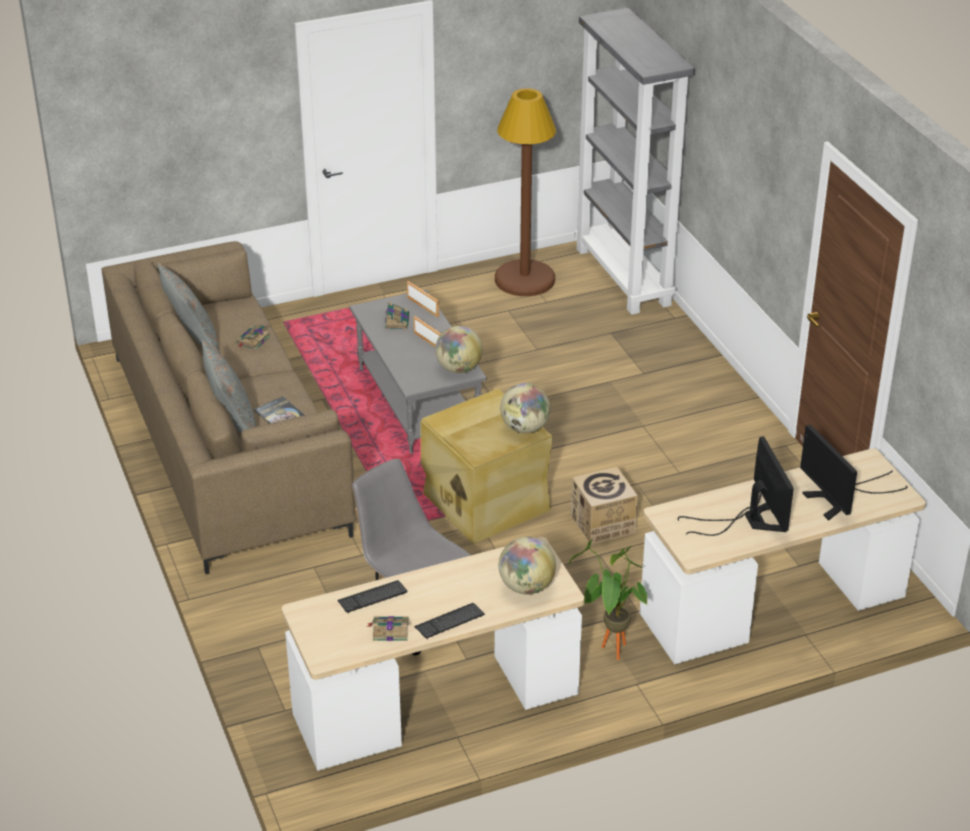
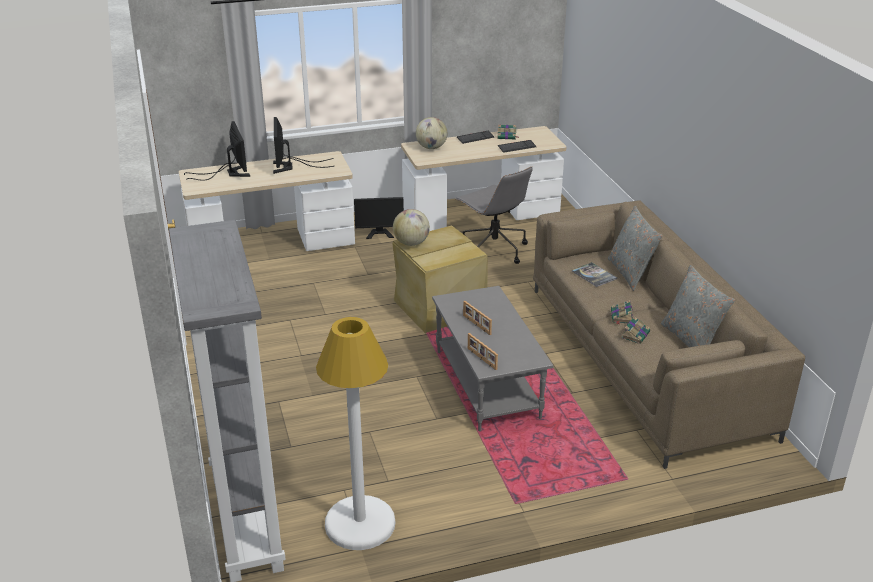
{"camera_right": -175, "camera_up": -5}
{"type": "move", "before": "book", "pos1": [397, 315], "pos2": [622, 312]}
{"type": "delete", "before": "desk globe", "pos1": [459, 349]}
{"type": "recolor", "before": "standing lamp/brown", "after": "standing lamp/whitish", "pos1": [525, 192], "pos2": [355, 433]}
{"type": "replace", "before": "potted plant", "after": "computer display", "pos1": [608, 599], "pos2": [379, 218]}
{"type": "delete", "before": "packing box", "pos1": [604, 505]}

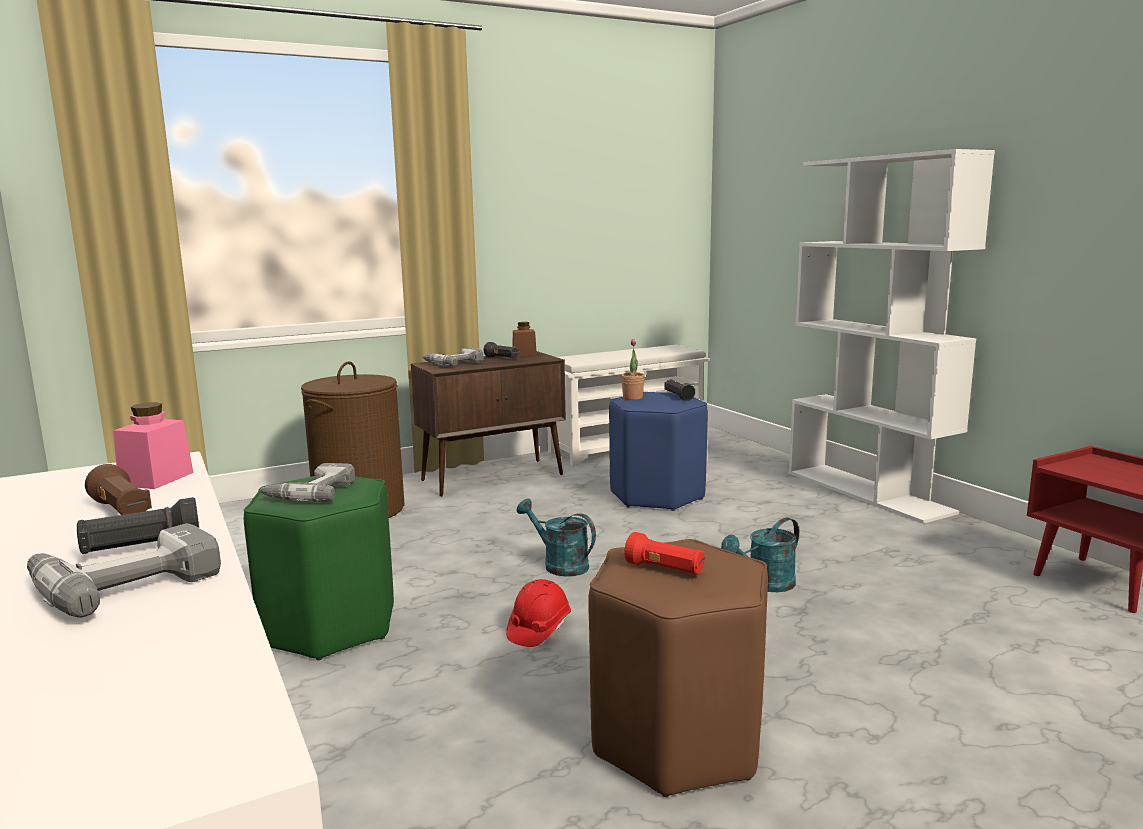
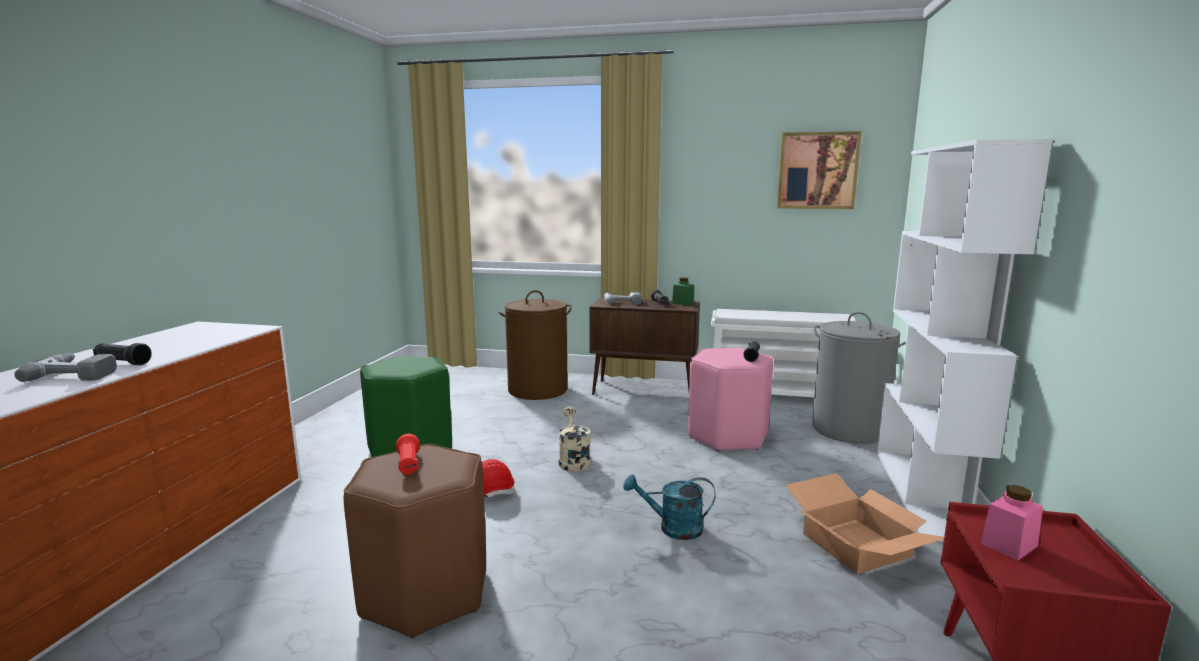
{"camera_right": 40, "camera_up": 0}
{"type": "delete", "before": "flashlight/brown", "pos1": [118, 489]}
{"type": "move", "before": "jar/pink-coloured", "pos1": [153, 445], "pos2": [1012, 522]}
{"type": "delete", "before": "power drill", "pos1": [307, 482]}
{"type": "recolor", "before": "jar/brown", "after": "jar/green-coloured", "pos1": [525, 339], "pos2": [683, 291]}
{"type": "recolor", "before": "sprinkling can/blue-green", "after": "sprinkling can/sand-coloured", "pos1": [556, 538], "pos2": [575, 439]}
{"type": "recolor", "before": "sitting stool/bluish", "after": "sitting stool/pink-coloured", "pos1": [658, 451], "pos2": [730, 399]}
{"type": "delete", "before": "potted plant", "pos1": [633, 369]}
{"type": "insert", "after": "wall art", "pos2": [819, 170]}
{"type": "insert", "after": "packing box", "pos2": [864, 523]}
{"type": "insert", "after": "washing basket/greyish", "pos2": [859, 378]}

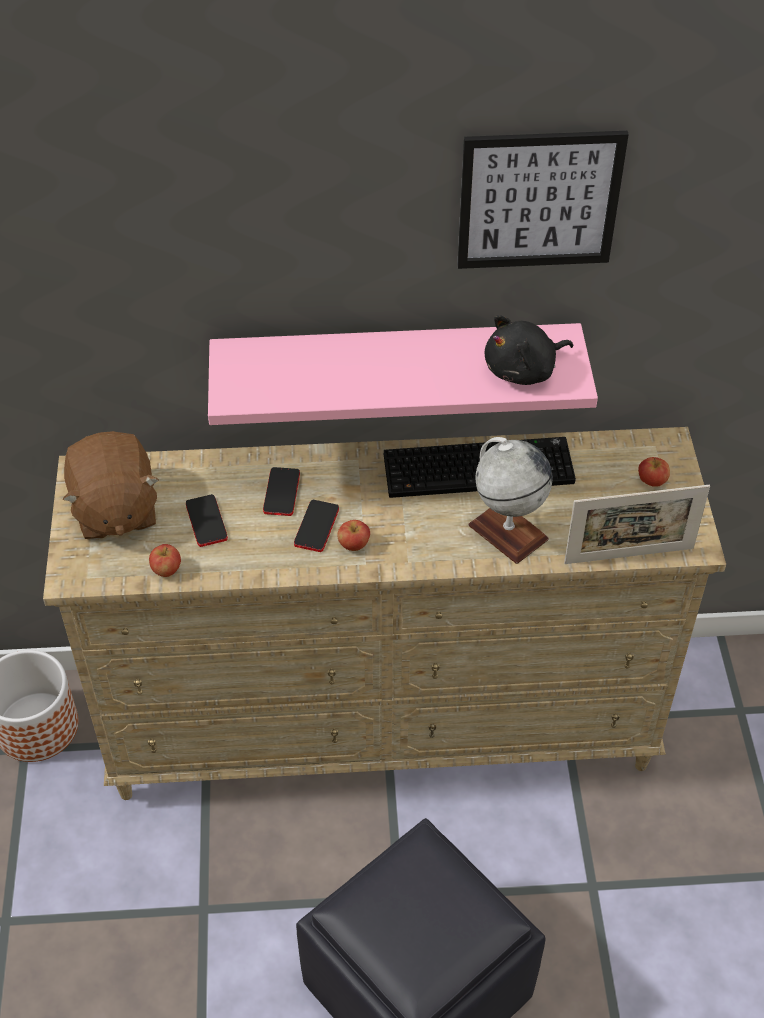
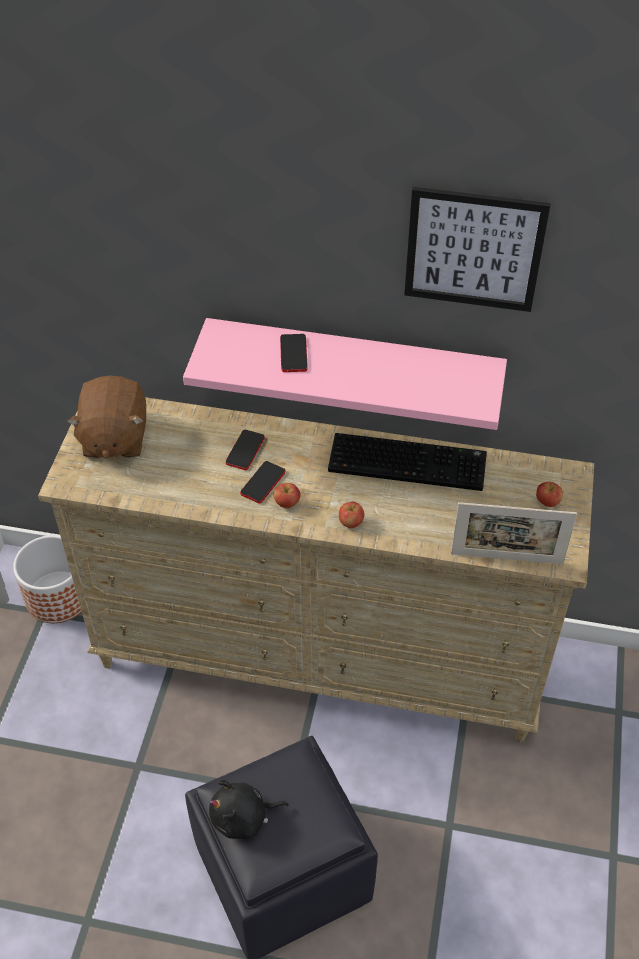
{"camera_right": 15, "camera_up": 0}
{"type": "move", "before": "whole apple", "pos1": [165, 560], "pos2": [351, 515]}
{"type": "move", "before": "telephone", "pos1": [207, 520], "pos2": [294, 353]}
{"type": "delete", "before": "desk globe", "pos1": [510, 500]}
{"type": "move", "before": "plush toy/black", "pos1": [529, 350], "pos2": [249, 809]}

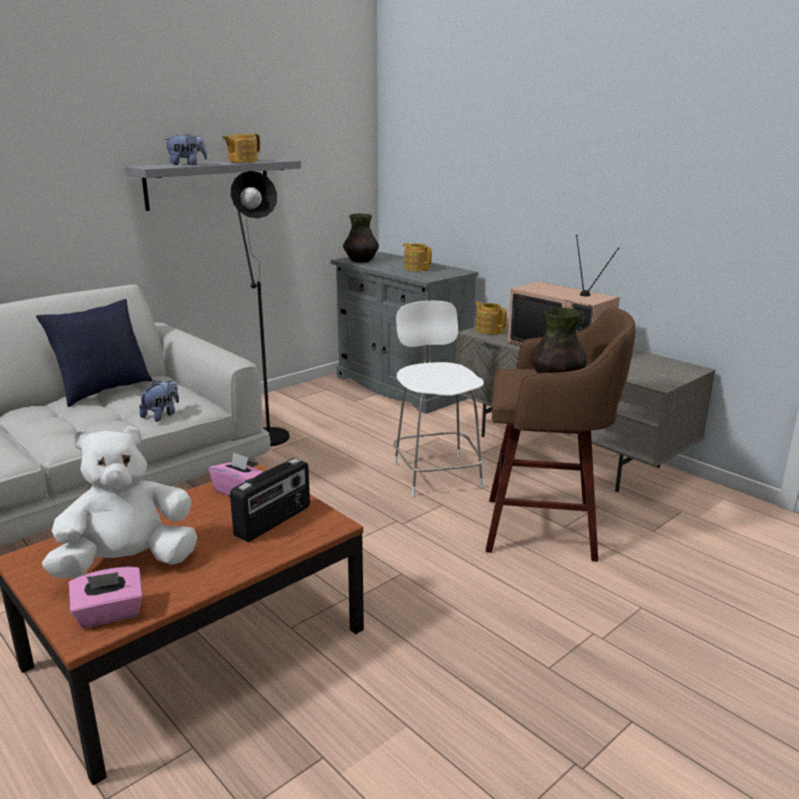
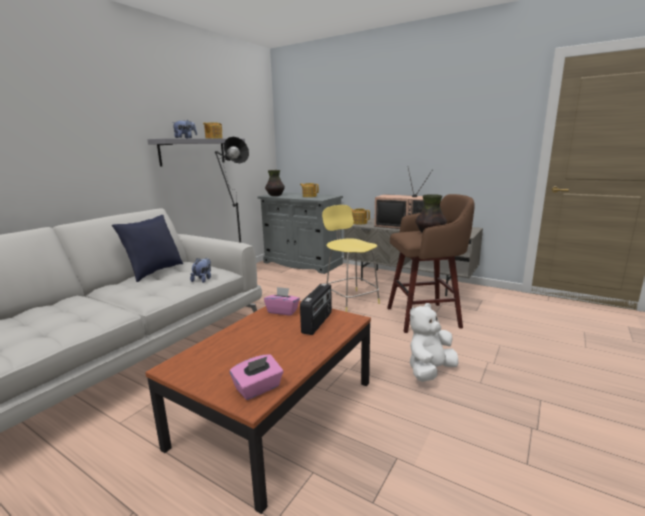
{"camera_right": -15, "camera_up": -5}
{"type": "move", "before": "plush toy/whitish", "pos1": [120, 502], "pos2": [434, 342]}
{"type": "recolor", "before": "sitting stool/whitish", "after": "sitting stool/yellow-coloured", "pos1": [439, 398], "pos2": [351, 258]}

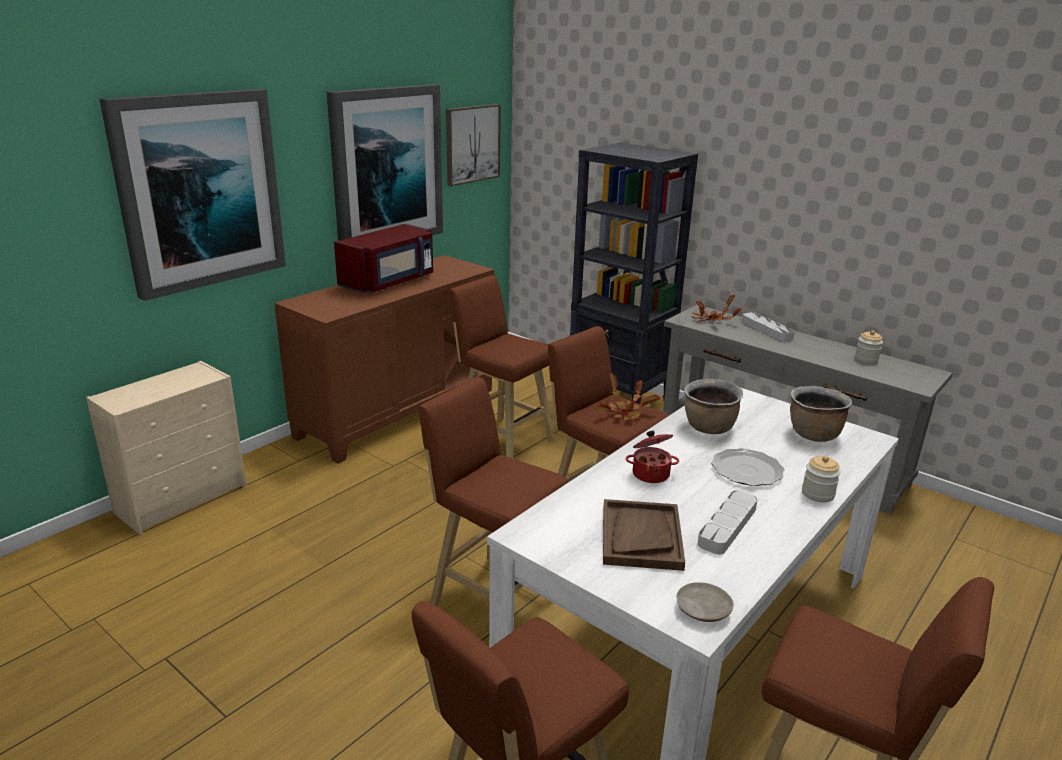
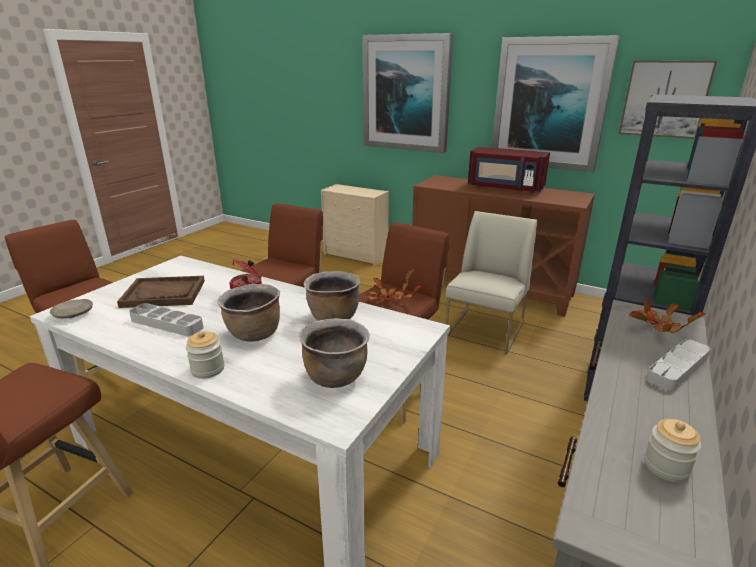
{"camera_right": 80, "camera_up": 0}
{"type": "replace", "before": "sitting stool/brown", "after": "plain chair/whitish", "pos1": [502, 367], "pos2": [491, 283]}
{"type": "replace", "before": "plate", "after": "stockpot/brown", "pos1": [748, 467], "pos2": [249, 313]}

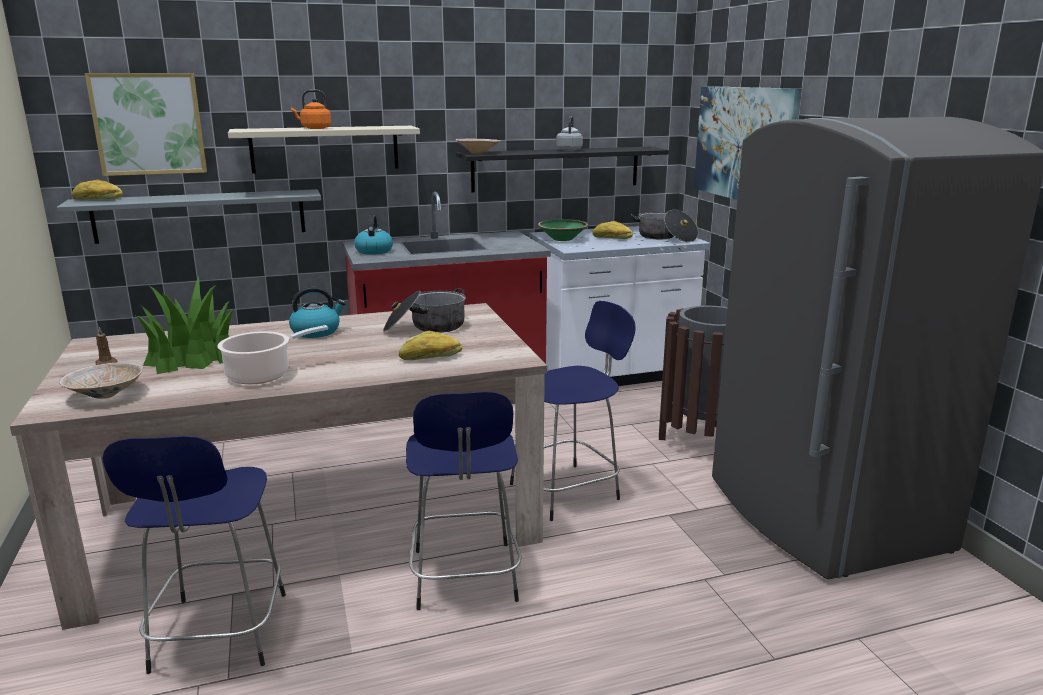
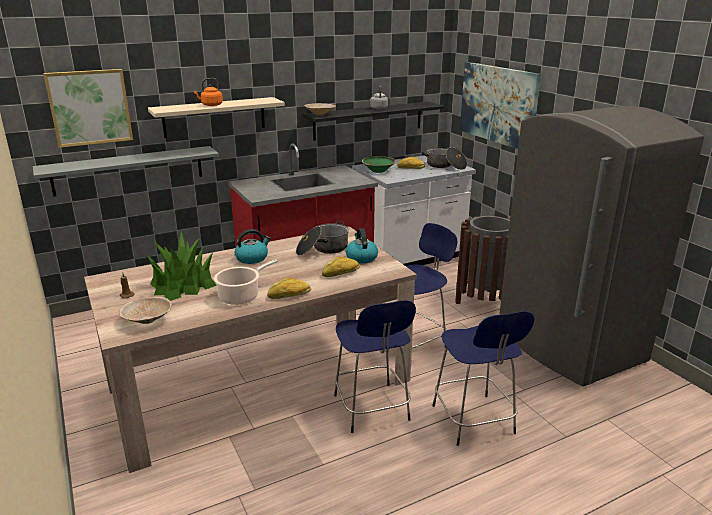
{"camera_right": -10, "camera_up": 5}
{"type": "move", "before": "bakery bread", "pos1": [97, 189], "pos2": [289, 288]}
{"type": "move", "before": "sitting stool/bluish", "pos1": [194, 555], "pos2": [483, 378]}
{"type": "move", "before": "tea kettle", "pos1": [373, 235], "pos2": [362, 246]}

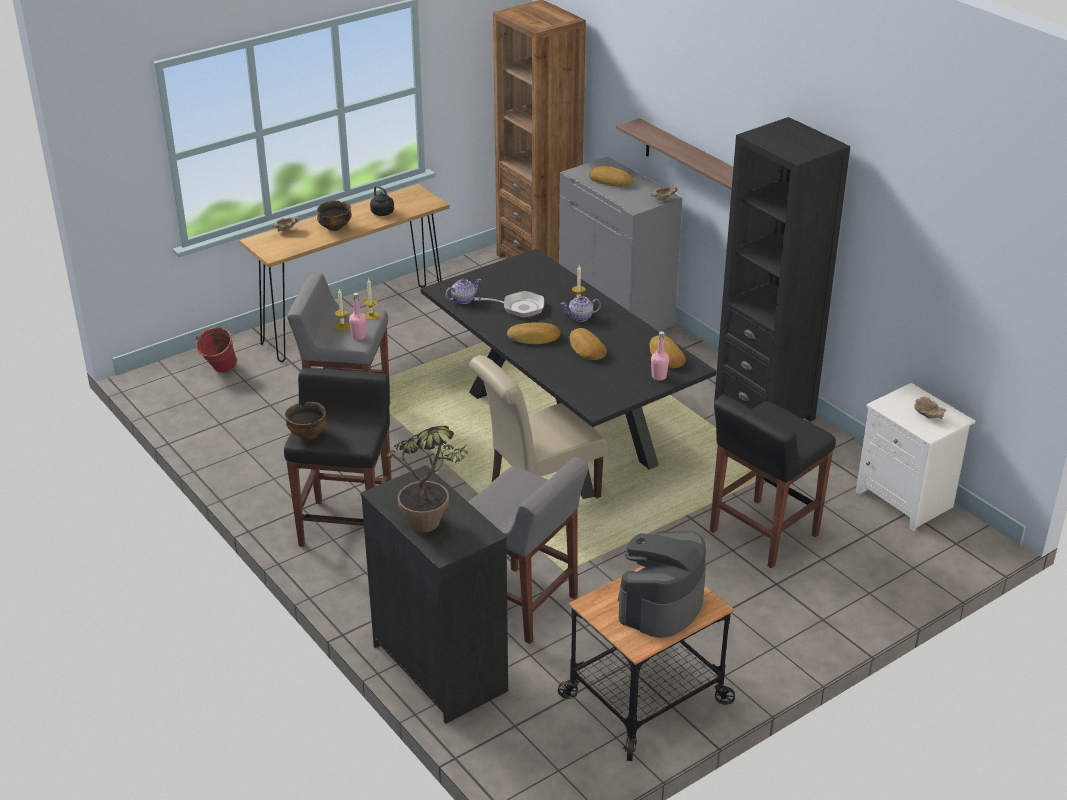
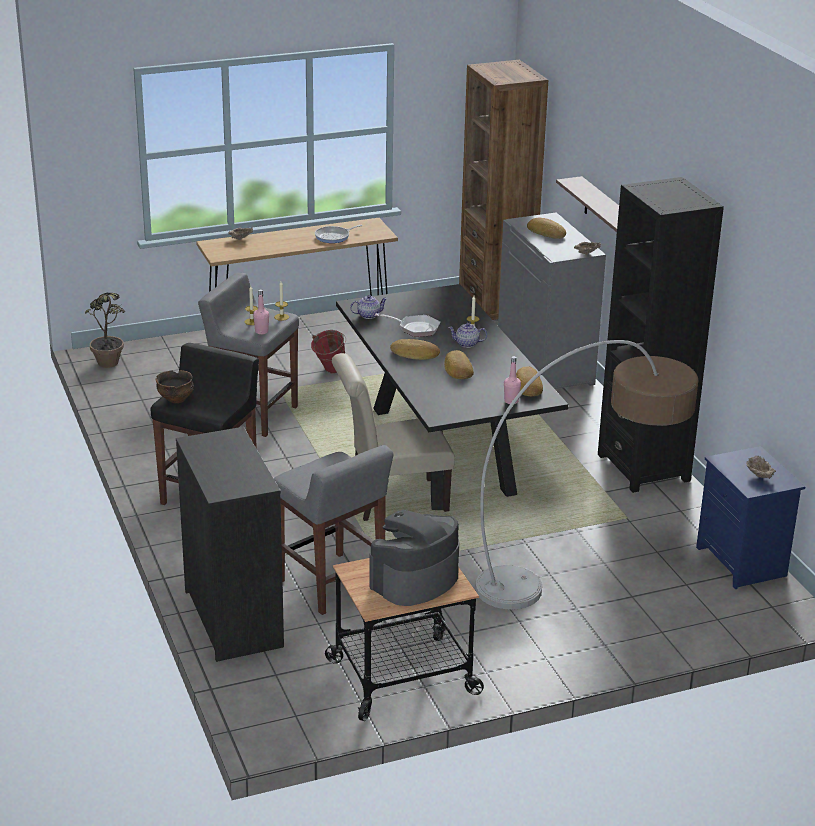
{"camera_right": 15, "camera_up": -5}
{"type": "move", "before": "bucket/reddish", "pos1": [216, 350], "pos2": [328, 351]}
{"type": "delete", "before": "bowl", "pos1": [334, 216]}
{"type": "replace", "before": "tea kettle/black", "after": "frying pan", "pos1": [382, 201], "pos2": [339, 234]}
{"type": "move", "before": "potted plant", "pos1": [427, 479], "pos2": [105, 330]}
{"type": "replace", "before": "sitting stool/black", "after": "standing lamp", "pos1": [773, 481], "pos2": [587, 475]}
{"type": "recolor", "before": "night table/whitish", "after": "night table/bluish", "pos1": [915, 457], "pos2": [750, 517]}

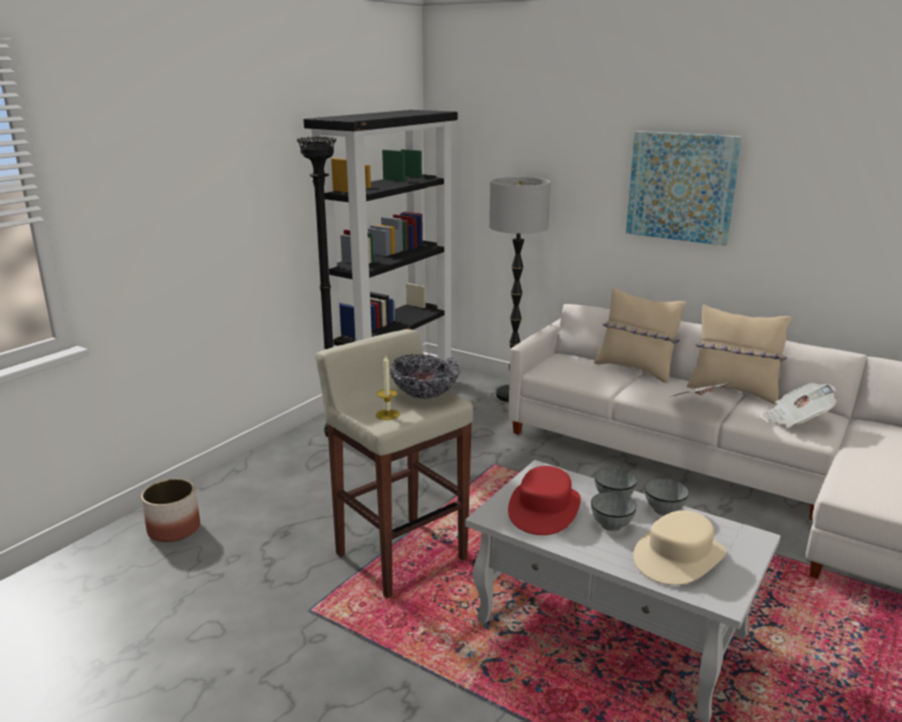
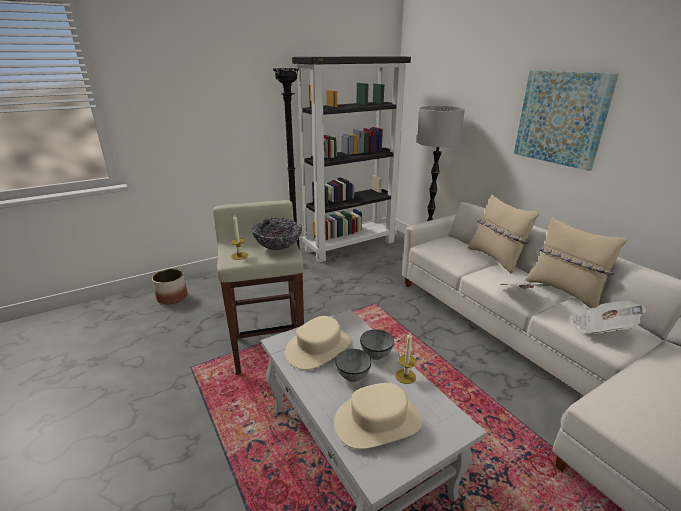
{"camera_right": 25, "camera_up": 5}
{"type": "recolor", "before": "wearable hat/reddish", "after": "wearable hat/sand-coloured", "pos1": [544, 500], "pos2": [318, 343]}
{"type": "replace", "before": "bowl/greyish", "after": "wax candle", "pos1": [666, 497], "pos2": [406, 358]}

